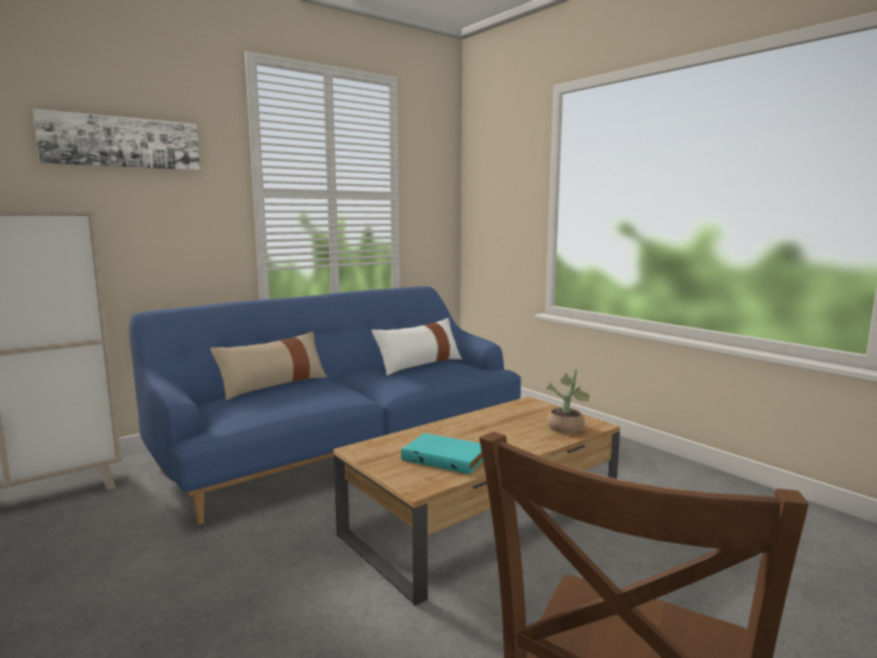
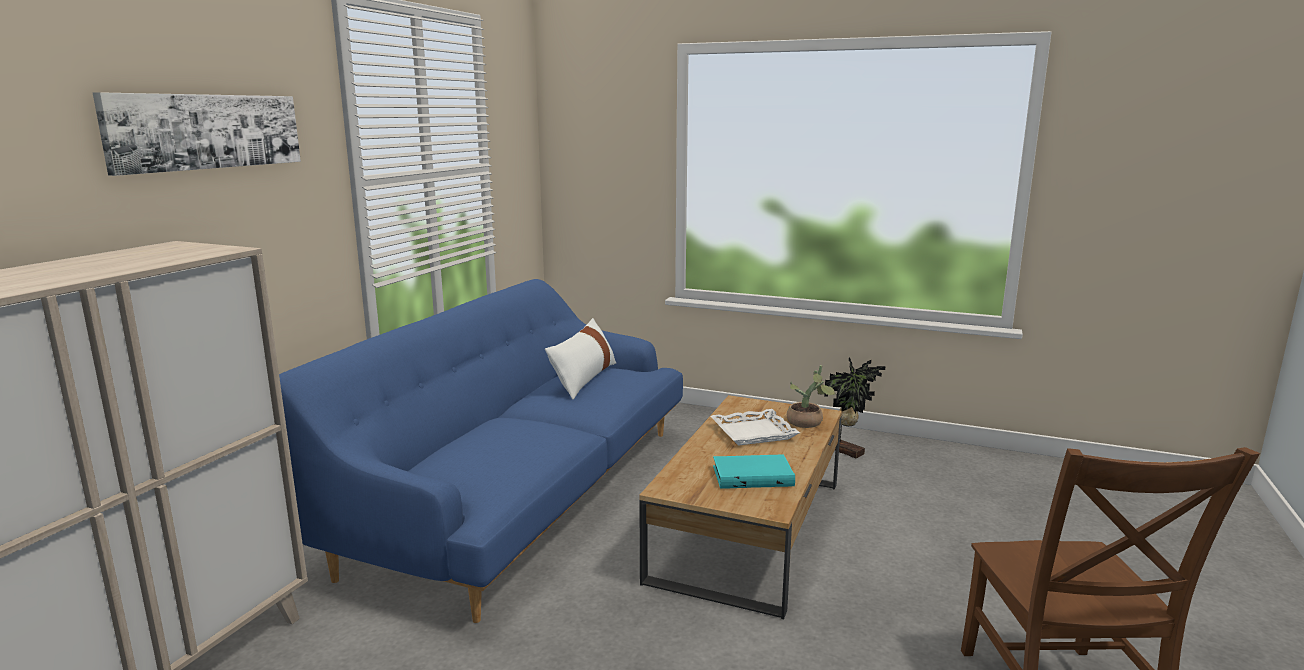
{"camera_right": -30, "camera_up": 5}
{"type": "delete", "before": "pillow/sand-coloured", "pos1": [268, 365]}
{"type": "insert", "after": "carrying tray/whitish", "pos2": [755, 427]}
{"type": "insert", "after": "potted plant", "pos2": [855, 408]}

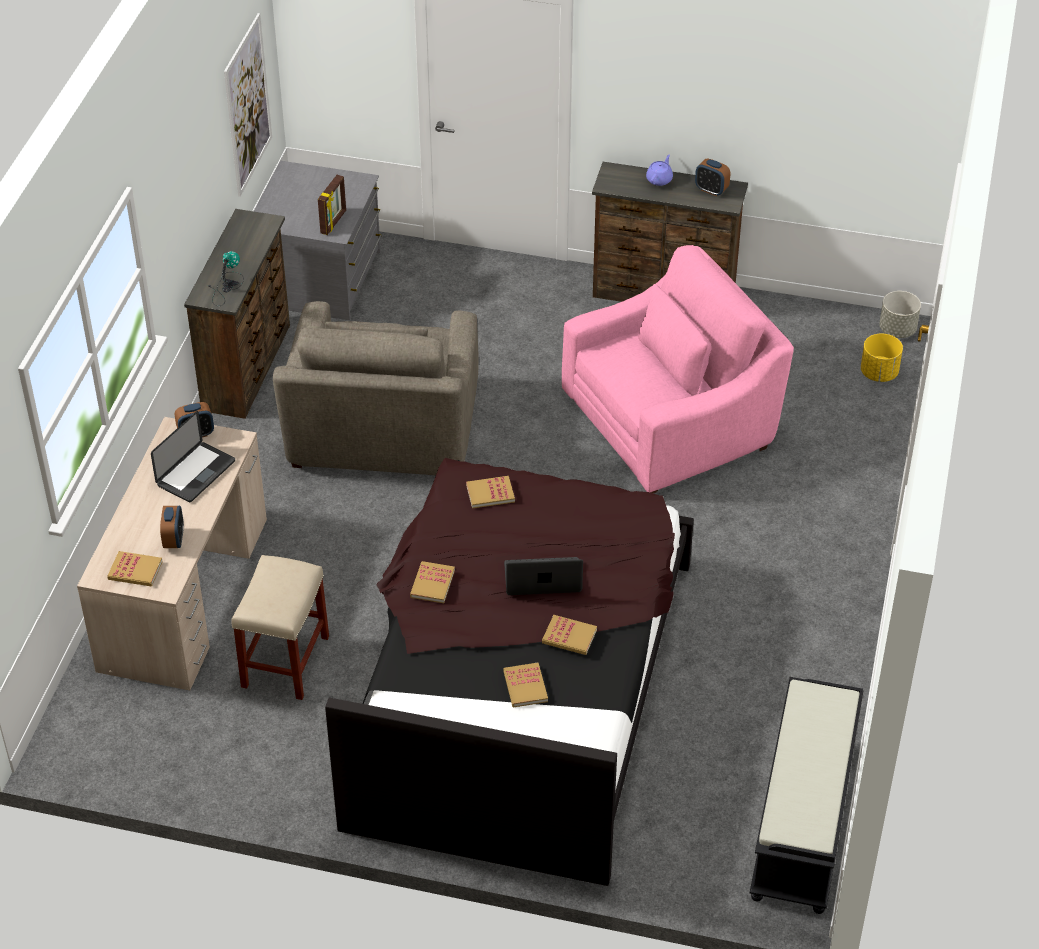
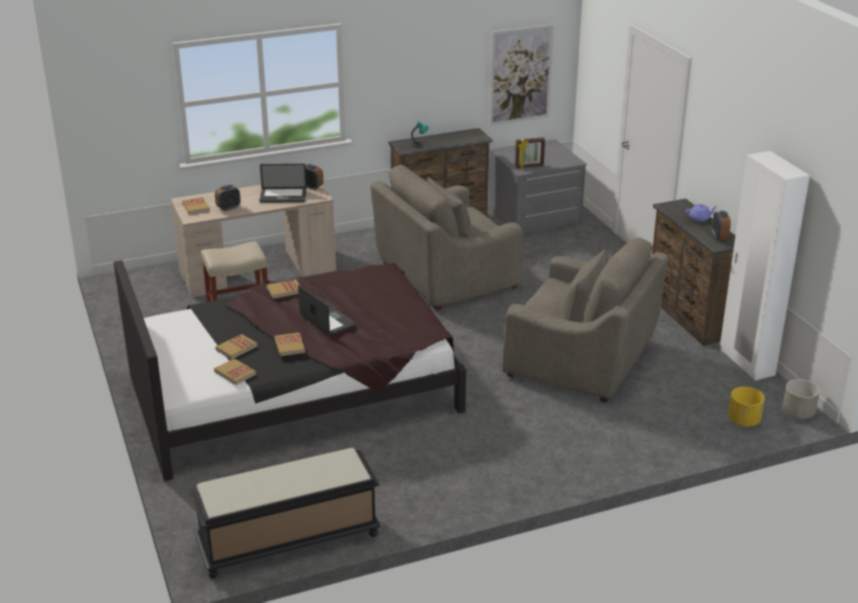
{"camera_right": 55, "camera_up": -15}
{"type": "move", "before": "book", "pos1": [490, 492], "pos2": [235, 371]}
{"type": "recolor", "before": "armchair/pink-coloured", "after": "armchair/greyish", "pos1": [678, 369], "pos2": [586, 320]}
{"type": "insert", "after": "clothes cupboard/whitish", "pos2": [765, 265]}

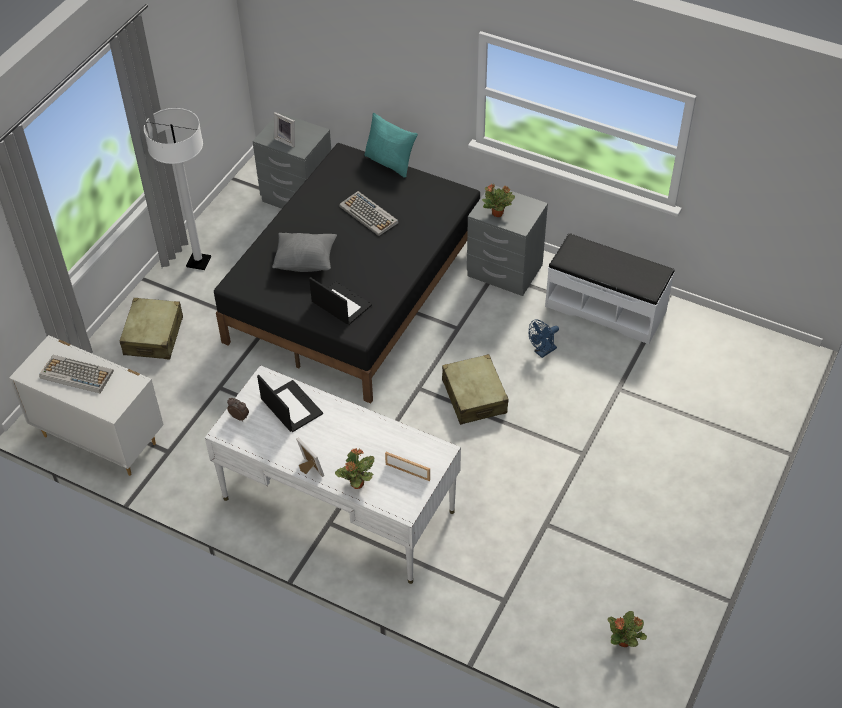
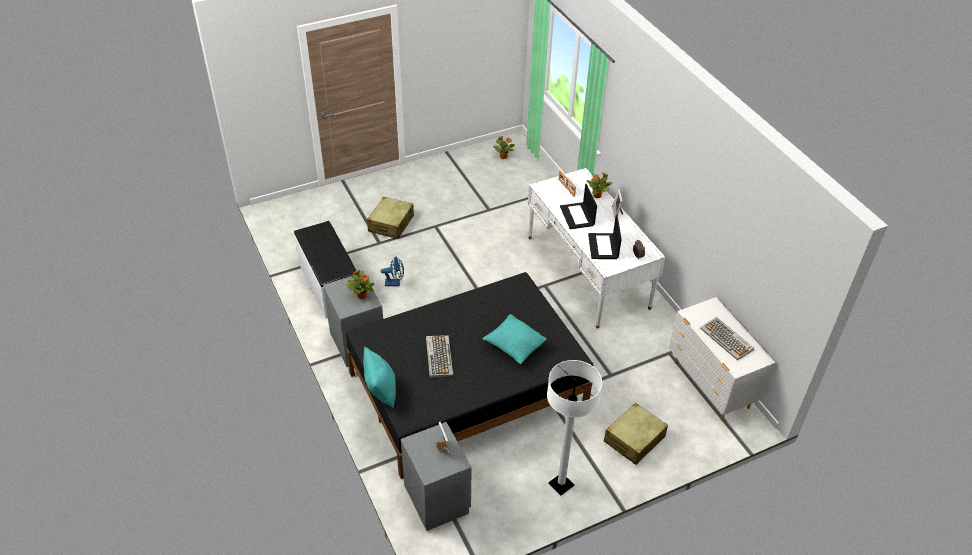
{"camera_right": -145, "camera_up": -5}
{"type": "recolor", "before": "pillow/greyish", "after": "pillow/blue-green", "pos1": [304, 252], "pos2": [514, 339]}
{"type": "move", "before": "notebook computer", "pos1": [340, 301], "pos2": [578, 206]}
{"type": "move", "before": "suitcase/sand-coloured", "pos1": [475, 389], "pos2": [390, 218]}

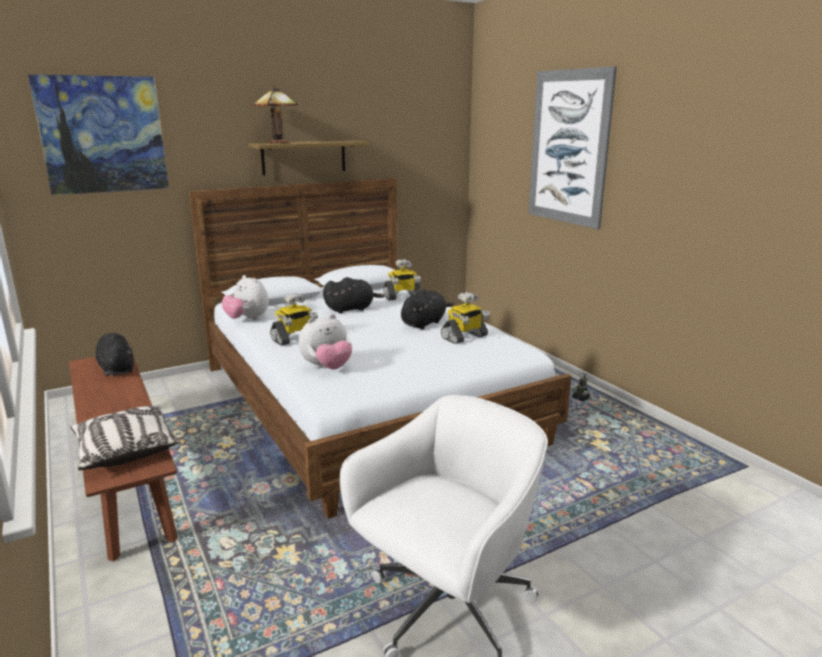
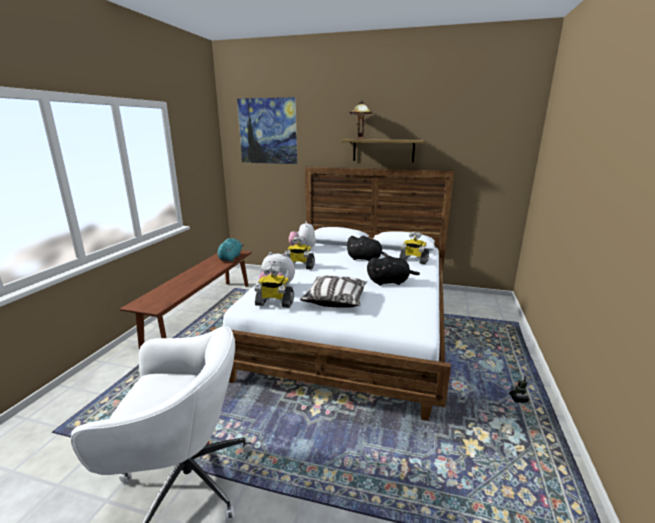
{"camera_right": 45, "camera_up": 0}
{"type": "move", "before": "pillow", "pos1": [125, 438], "pos2": [333, 291]}
{"type": "recolor", "before": "plush toy/black", "after": "plush toy/blue-green", "pos1": [114, 354], "pos2": [230, 250]}
{"type": "move", "before": "robot figure", "pos1": [465, 318], "pos2": [274, 286]}
{"type": "delete", "before": "wall art", "pos1": [572, 147]}

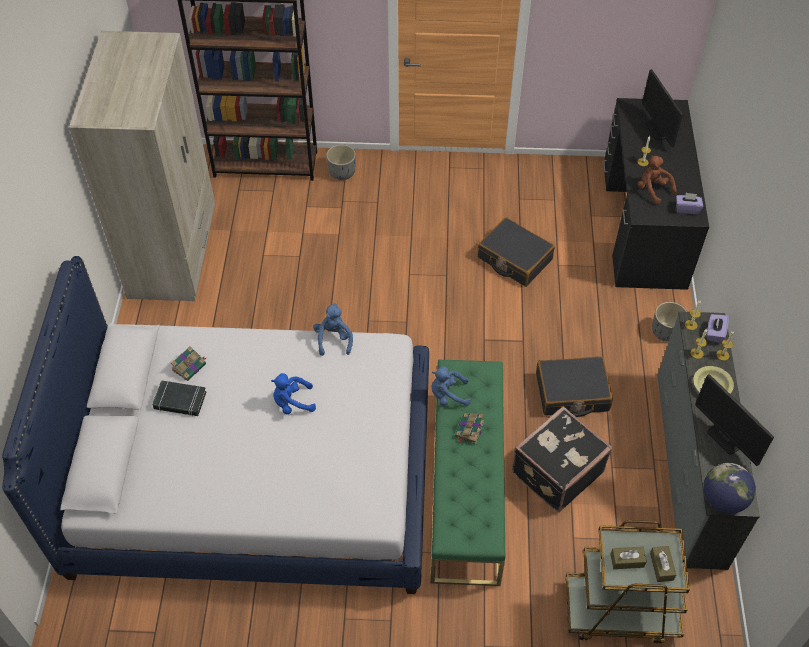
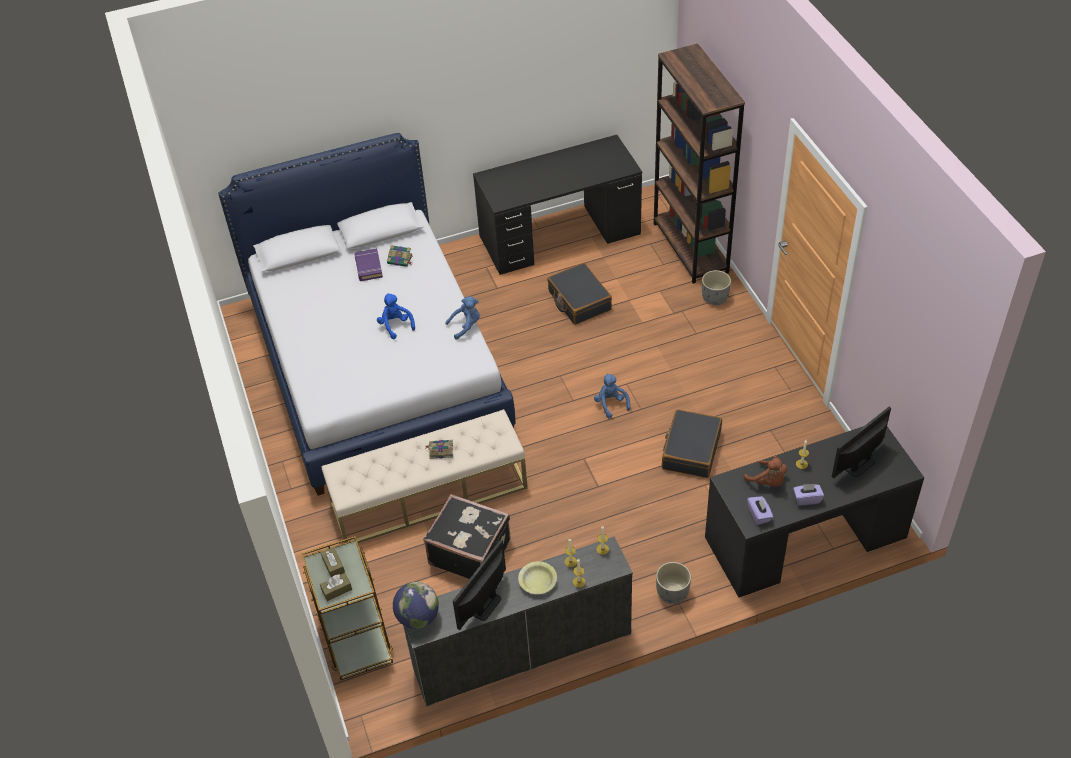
{"camera_right": 70, "camera_up": -5}
{"type": "replace", "before": "clothes cupboard/sand-coloured", "after": "desk unit/black", "pos1": [142, 166], "pos2": [557, 205]}
{"type": "recolor", "before": "book/black", "after": "book/purplish", "pos1": [179, 398], "pos2": [368, 264]}
{"type": "recolor", "before": "indoor bench/green-coloured", "after": "indoor bench/sand-coloured", "pos1": [467, 472], "pos2": [424, 476]}
{"type": "move", "before": "plush toy/bluish", "pos1": [451, 386], "pos2": [612, 395]}
{"type": "move", "before": "suitcase/black", "pos1": [574, 386], "pos2": [579, 294]}
{"type": "rotate", "before": "plush toy/brown", "pos1": [657, 180], "pos2": [765, 471], "turn": 105}
{"type": "move", "before": "tissue box/purplish", "pos1": [718, 328], "pos2": [808, 495]}

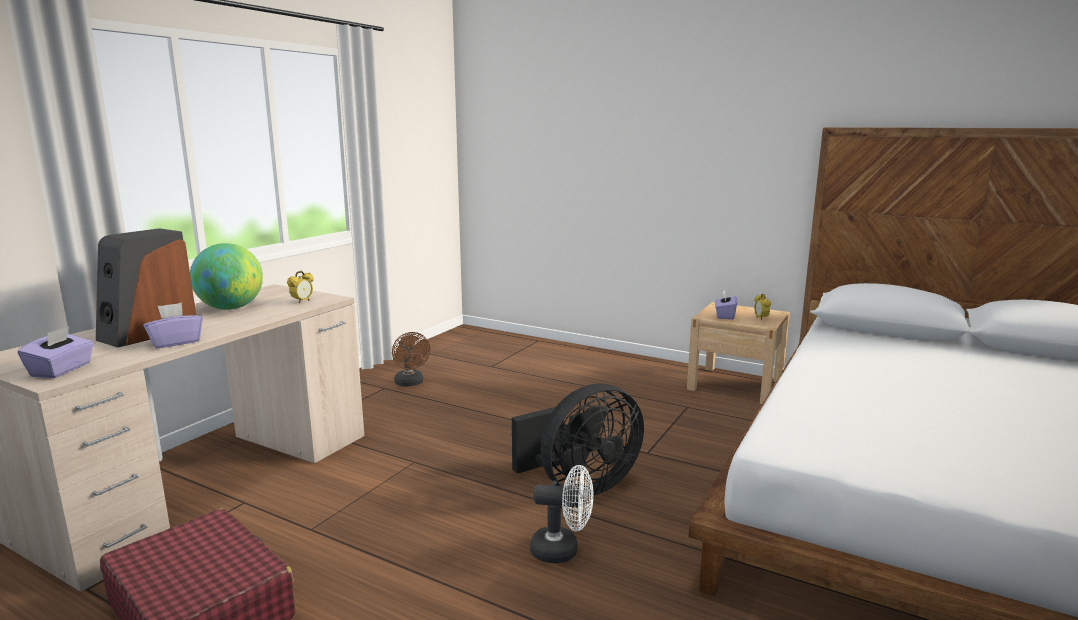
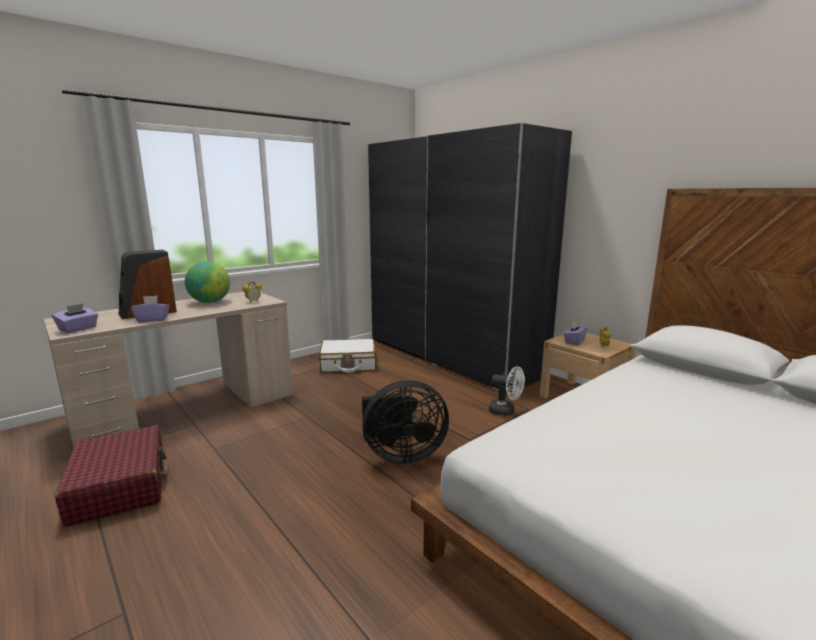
{"camera_right": 20, "camera_up": 0}
{"type": "replace", "before": "fan/brown", "after": "suitcase/whitish", "pos1": [411, 359], "pos2": [347, 356]}
{"type": "move", "before": "fan/whitish", "pos1": [561, 514], "pos2": [507, 391]}
{"type": "insert", "after": "clothes cupboard/greyish", "pos2": [470, 259]}

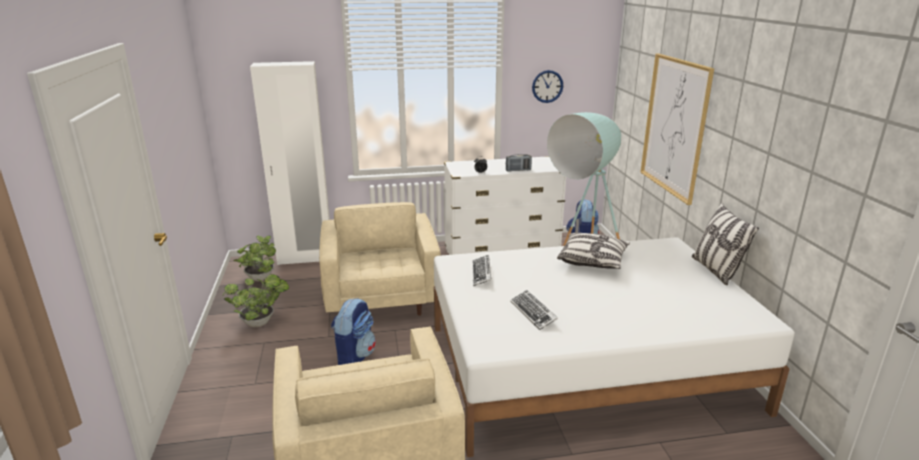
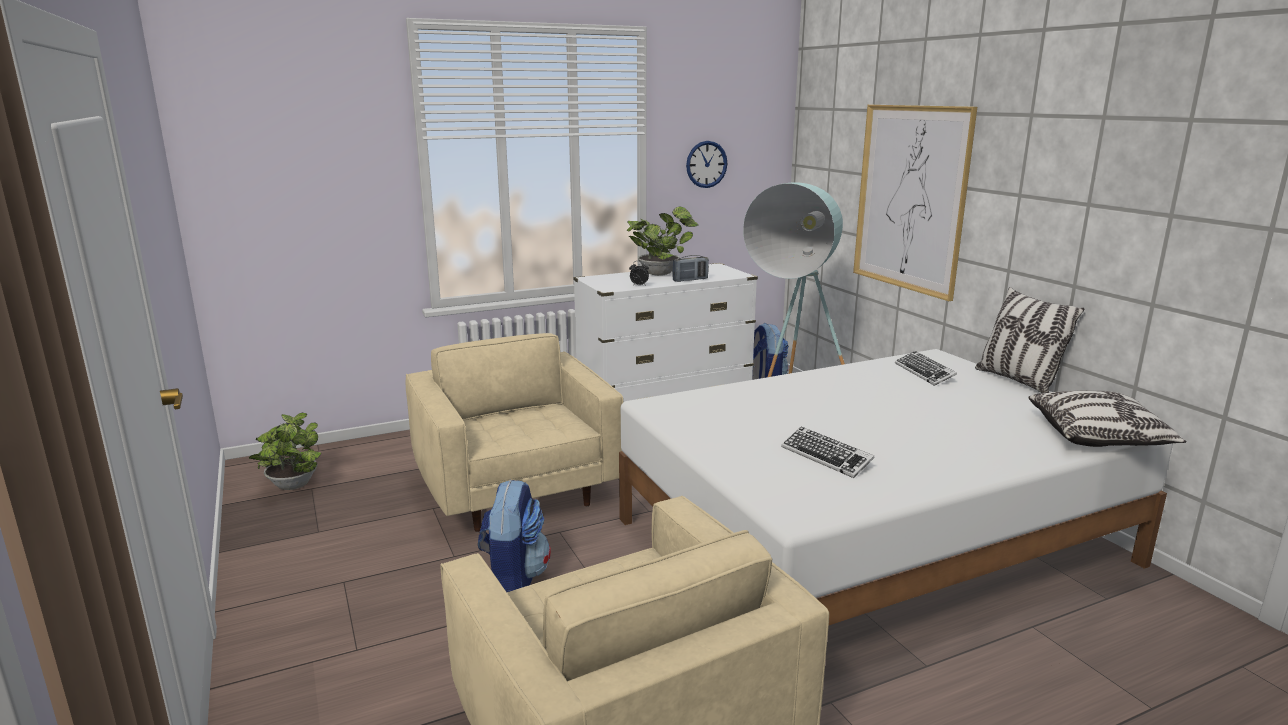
{"camera_right": -15, "camera_up": -5}
{"type": "move", "before": "potted plant", "pos1": [256, 300], "pos2": [662, 241]}
{"type": "delete", "before": "clothes cupboard/whitish", "pos1": [290, 163]}
{"type": "move", "before": "PC keyboard", "pos1": [482, 270], "pos2": [926, 368]}
{"type": "move", "before": "pillow", "pos1": [593, 251], "pos2": [1107, 419]}

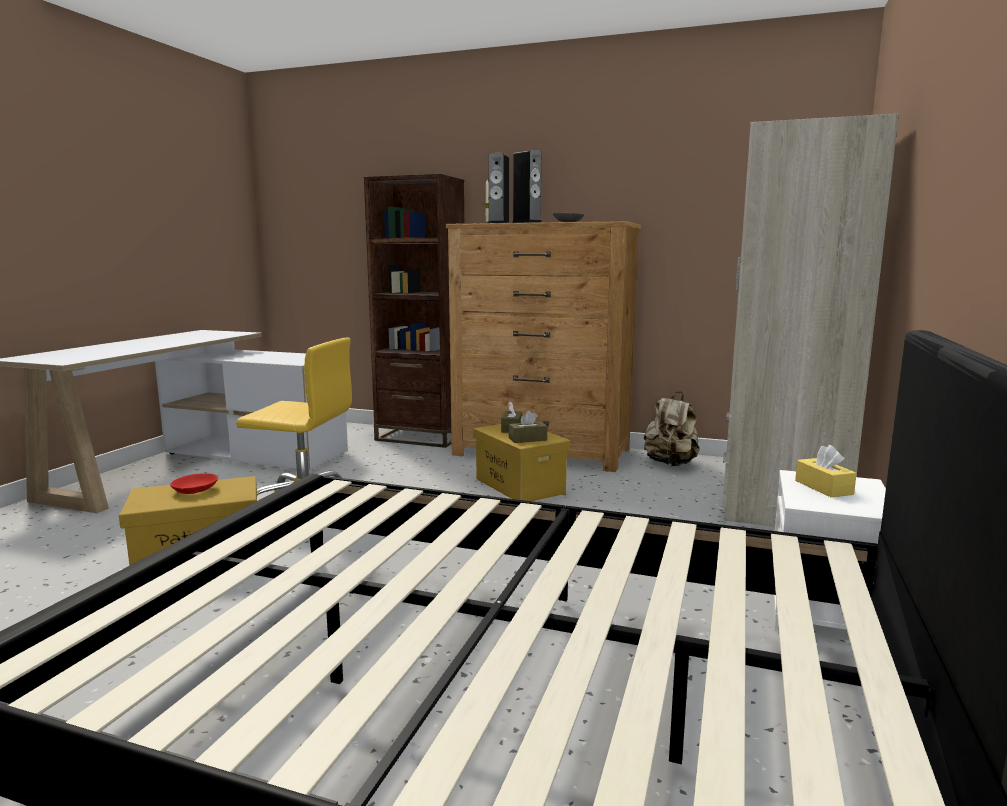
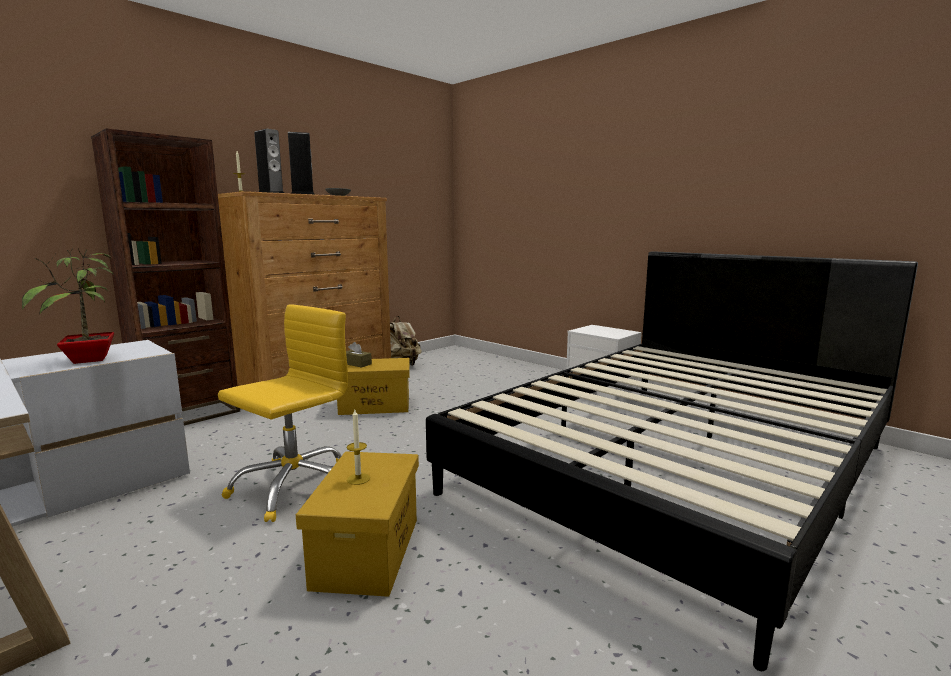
{"camera_right": -65, "camera_up": 0}
{"type": "replace", "before": "bowl/reddish", "after": "wax candle", "pos1": [194, 483], "pos2": [358, 447]}
{"type": "delete", "before": "tissue box/brown", "pos1": [528, 427]}
{"type": "delete", "before": "clothes cupboard/sand-coloured", "pos1": [811, 320]}
{"type": "delete", "before": "tissue box/yellow-coloured", "pos1": [826, 471]}
{"type": "insert", "after": "potted plant", "pos2": [68, 306]}

